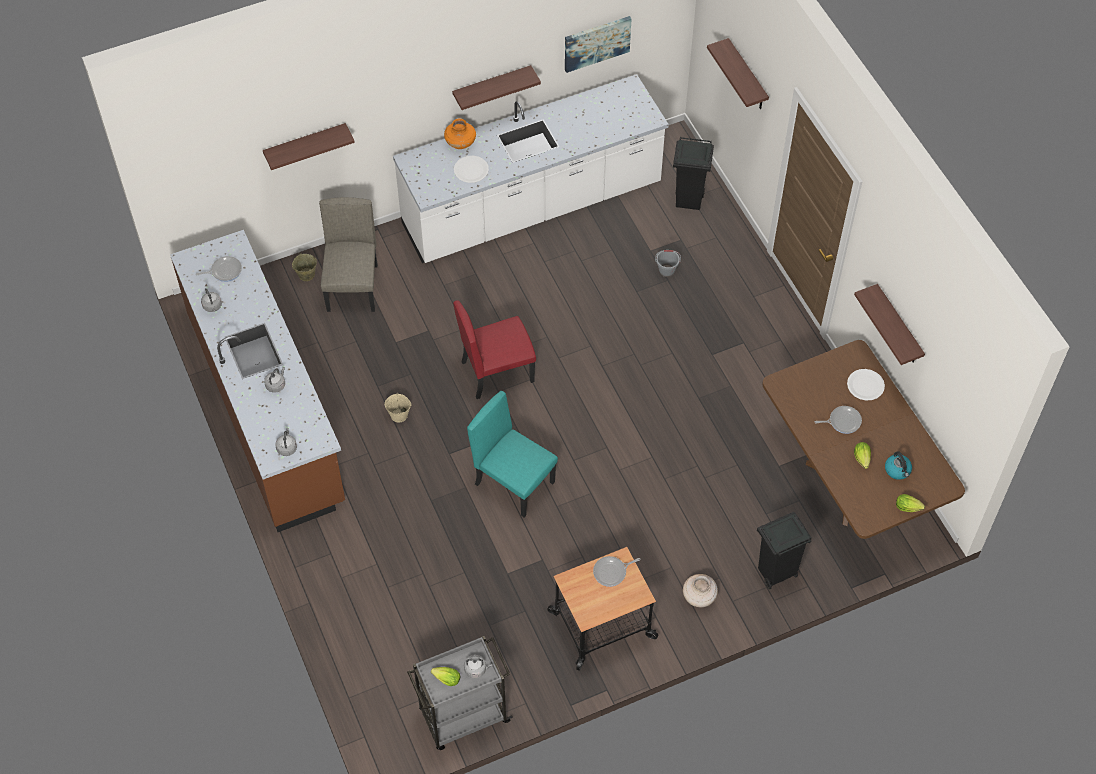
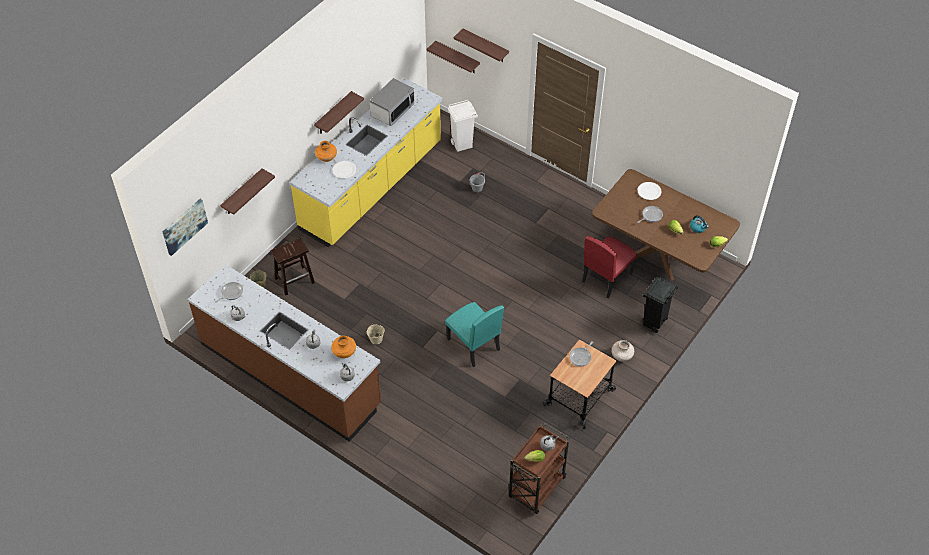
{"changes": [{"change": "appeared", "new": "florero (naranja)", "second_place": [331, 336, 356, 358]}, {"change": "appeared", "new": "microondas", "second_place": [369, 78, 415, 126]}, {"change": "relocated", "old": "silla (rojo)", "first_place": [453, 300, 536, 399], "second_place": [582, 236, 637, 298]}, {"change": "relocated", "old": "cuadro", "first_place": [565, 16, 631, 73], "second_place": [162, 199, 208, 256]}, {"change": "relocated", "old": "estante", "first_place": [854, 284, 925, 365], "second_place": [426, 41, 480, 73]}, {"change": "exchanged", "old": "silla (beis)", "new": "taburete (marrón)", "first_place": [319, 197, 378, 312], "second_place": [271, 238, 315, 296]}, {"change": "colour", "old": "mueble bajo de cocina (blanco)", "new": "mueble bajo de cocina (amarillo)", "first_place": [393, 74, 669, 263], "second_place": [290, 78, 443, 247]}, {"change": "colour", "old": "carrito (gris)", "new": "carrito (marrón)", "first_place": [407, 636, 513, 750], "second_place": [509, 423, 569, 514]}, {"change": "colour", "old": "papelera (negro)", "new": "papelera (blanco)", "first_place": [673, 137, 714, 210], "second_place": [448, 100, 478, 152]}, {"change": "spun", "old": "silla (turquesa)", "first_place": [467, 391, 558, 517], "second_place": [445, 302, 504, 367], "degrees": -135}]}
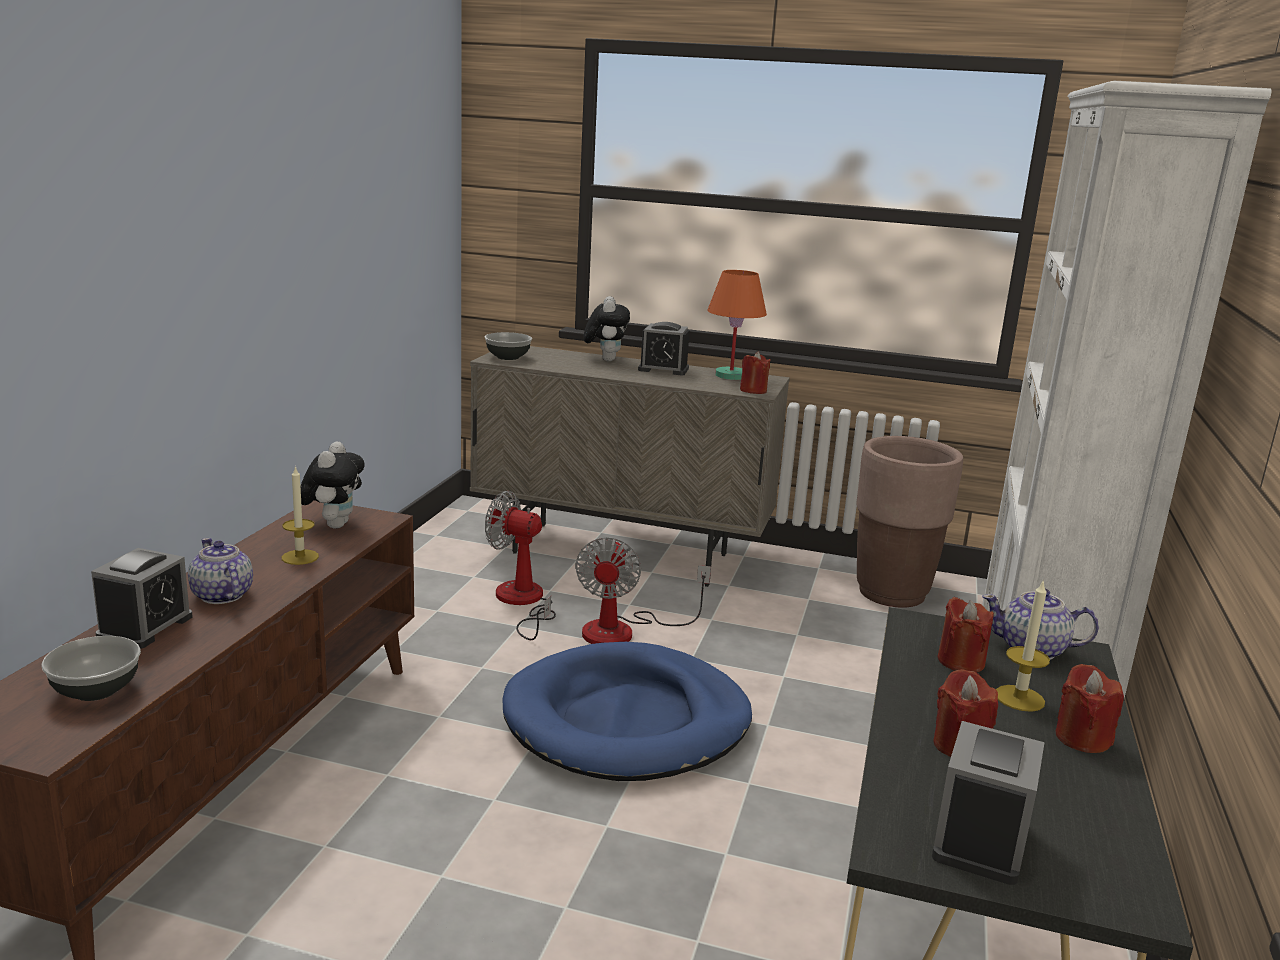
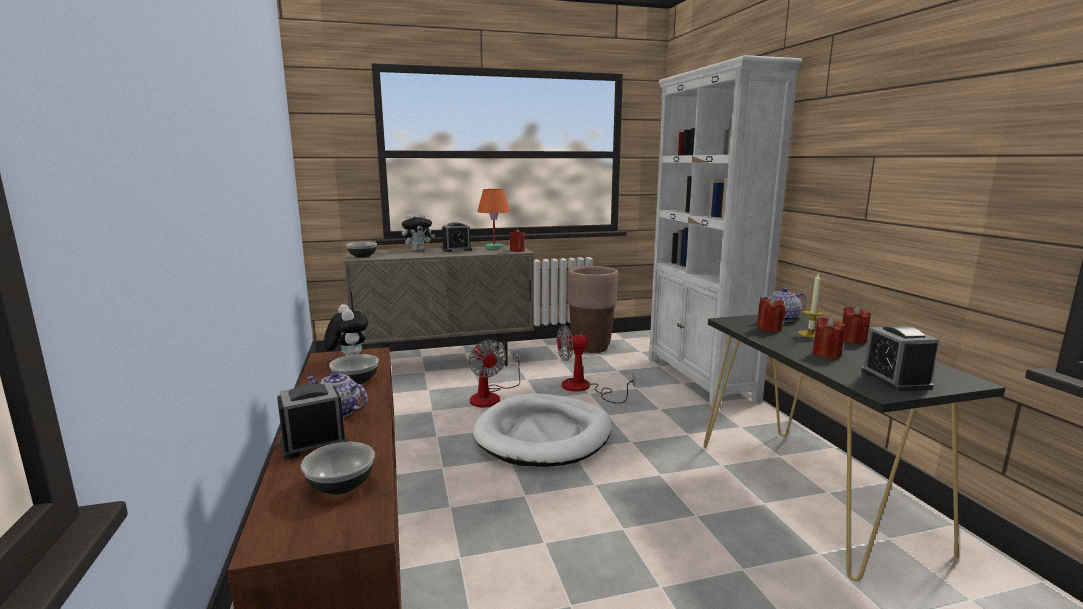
{"changes": [{"change": "relocated", "old": "ventilador", "first_place": [485, 491, 556, 640], "second_place": [557, 325, 635, 404]}, {"change": "exchanged", "old": "vela", "new": "cuenco", "first_place": [282, 466, 319, 565], "second_place": [329, 354, 379, 384]}, {"change": "colour", "old": "cama para perro (azul)", "new": "cama para perro (blanco)", "first_place": [502, 642, 752, 781], "second_place": [473, 393, 612, 467]}, {"change": "spun", "old": "despertador", "first_place": [91, 548, 193, 649], "second_place": [277, 382, 348, 459], "degrees": -105}, {"change": "spun", "old": "peluche", "first_place": [584, 296, 630, 361], "second_place": [402, 213, 435, 251], "degrees": 90}]}
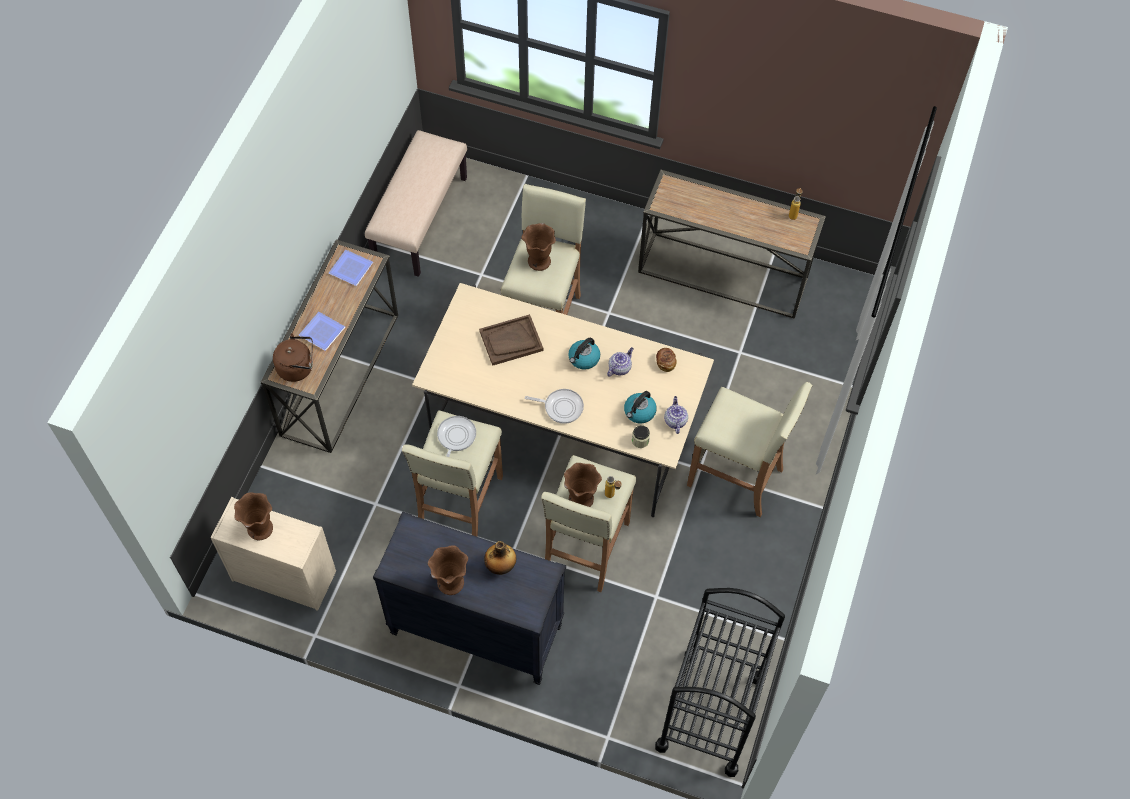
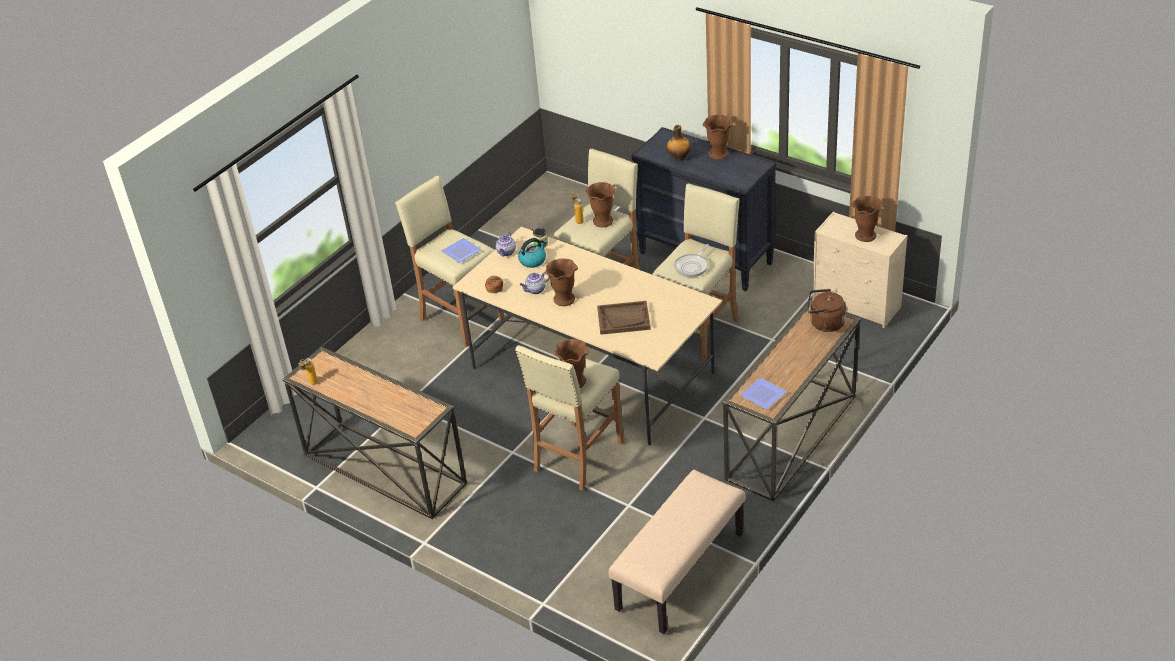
{"changes": [{"change": "missing", "old": "sartén", "first_place": [525, 389, 584, 424]}, {"change": "missing", "old": "carrito (negro)", "first_place": [655, 588, 785, 777]}, {"change": "relocated", "old": "plato", "first_place": [299, 312, 345, 351], "second_place": [441, 238, 482, 263]}, {"change": "exchanged", "old": "hervidor", "new": "florero (marrón)", "first_place": [568, 338, 600, 370], "second_place": [545, 259, 578, 306]}]}
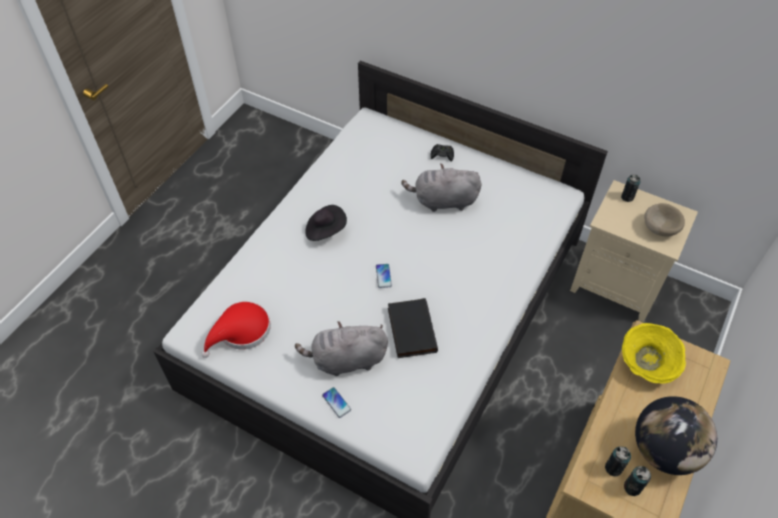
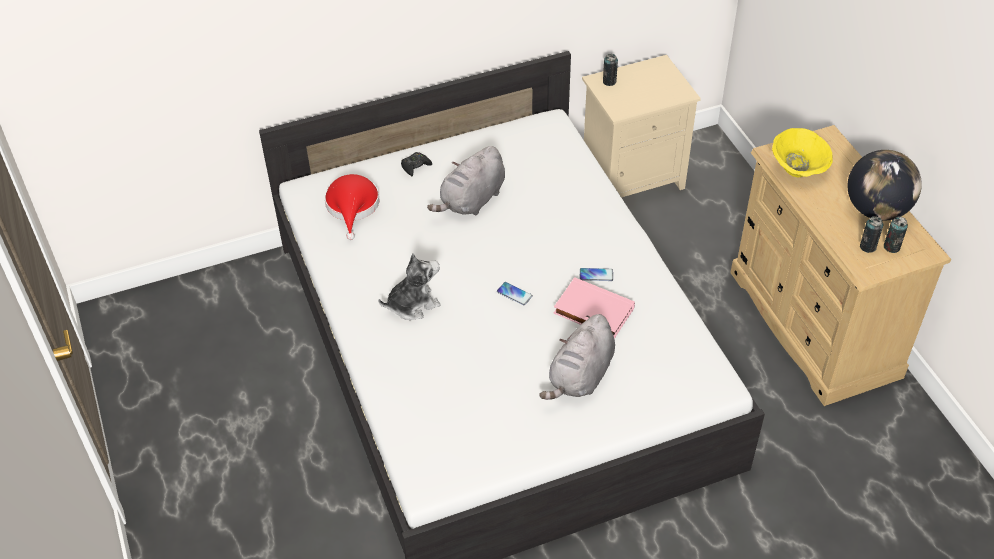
{"changes": [{"change": "missing", "old": "cuenco (beis)", "first_place": [644, 203, 685, 237]}, {"change": "relocated", "old": "sombrero (rojo)", "first_place": [202, 302, 271, 358], "second_place": [325, 174, 380, 240]}, {"change": "relocated", "old": "móvil", "first_place": [322, 387, 351, 418], "second_place": [580, 268, 613, 281]}, {"change": "exchanged", "old": "sombrero (negro)", "new": "peluche", "first_place": [305, 205, 347, 241], "second_place": [378, 253, 441, 320]}, {"change": "colour", "old": "libro (negro)", "new": "libro (rosa)", "first_place": [388, 298, 438, 358], "second_place": [554, 277, 635, 339]}]}
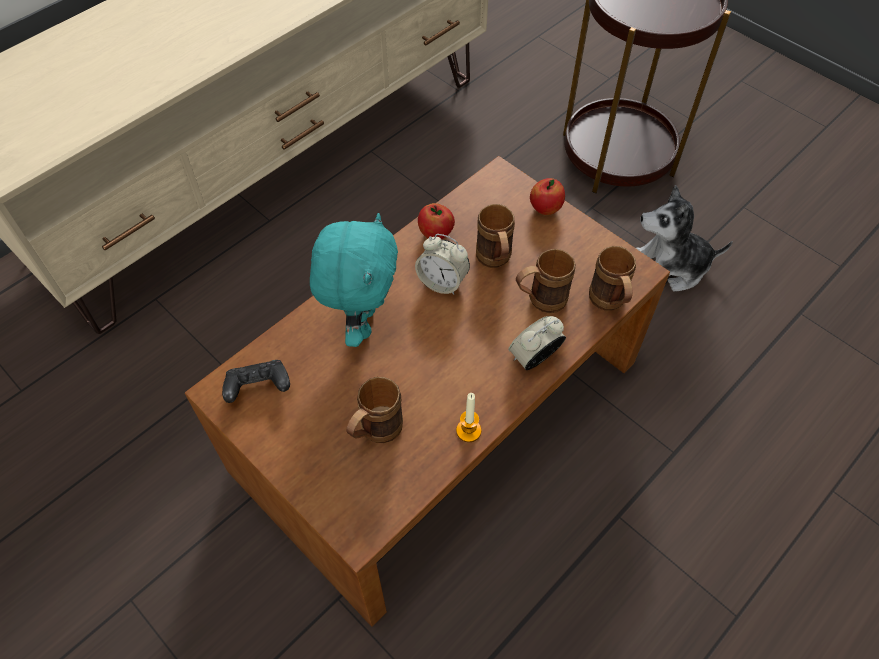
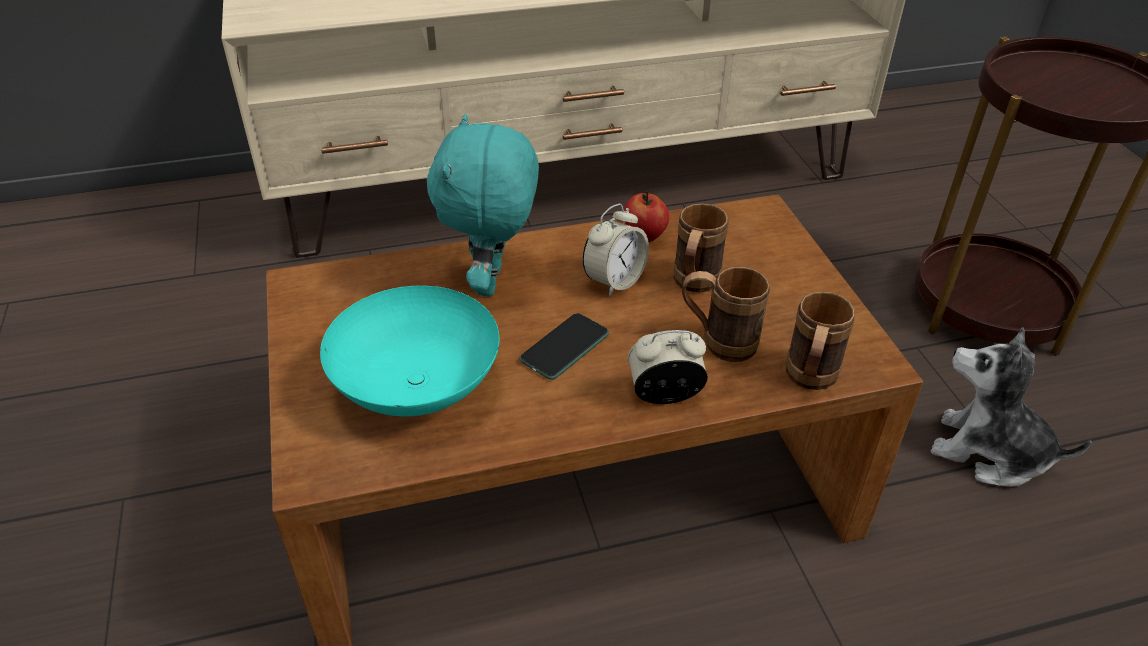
{"changes": [{"change": "missing", "old": "mando de consola (negro)", "first_place": [222, 360, 290, 403]}, {"change": "missing", "old": "vela", "first_place": [456, 393, 481, 442]}, {"change": "missing", "old": "manzana", "first_place": [530, 178, 565, 215]}, {"change": "appeared", "new": "móvil", "second_place": [519, 313, 609, 380]}, {"change": "exchanged", "old": "taza grande (marrón)", "new": "cuenco (turquesa)", "first_place": [346, 377, 403, 443], "second_place": [320, 286, 499, 417]}, {"change": "spun", "old": "peluche (turquesa)", "first_place": [310, 213, 398, 347], "second_place": [427, 114, 539, 296], "degrees": 150}, {"change": "spun", "old": "despertador", "first_place": [415, 234, 470, 295], "second_place": [582, 203, 649, 297], "degrees": -105}]}
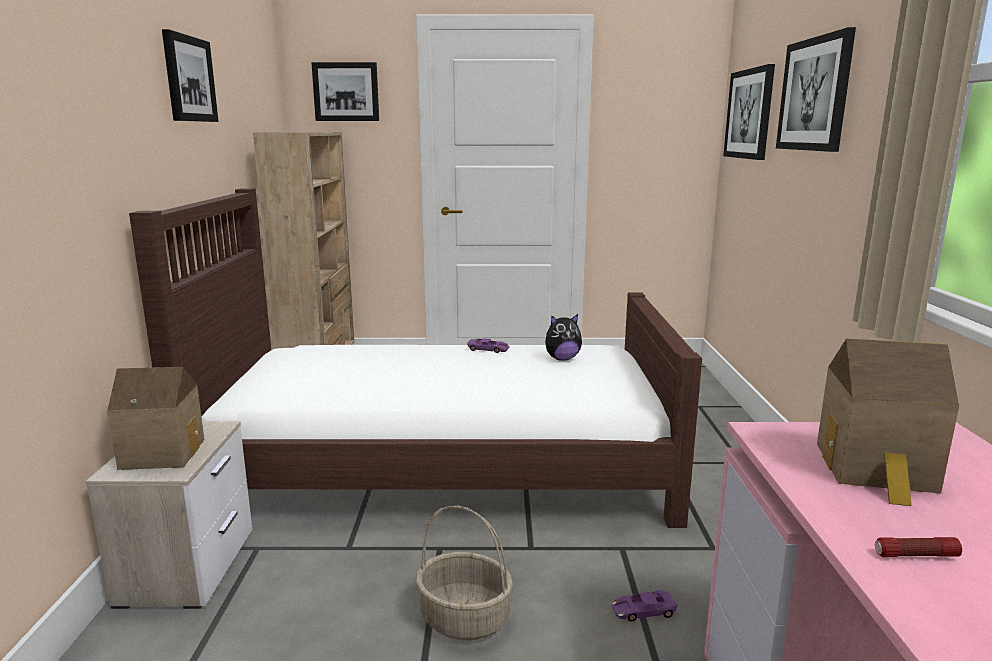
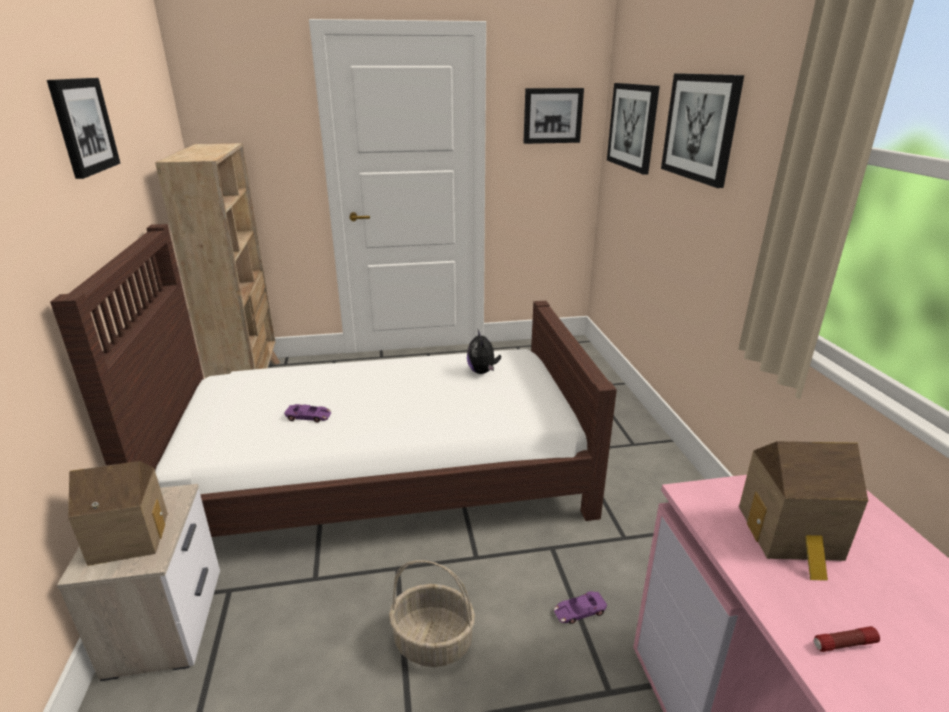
{"changes": [{"change": "relocated", "old": "cuadro", "first_place": [311, 62, 379, 121], "second_place": [523, 88, 584, 144]}, {"change": "relocated", "old": "coche de juguete (morado)", "first_place": [467, 338, 510, 353], "second_place": [284, 404, 331, 422]}, {"change": "spun", "old": "peluche", "first_place": [545, 314, 582, 361], "second_place": [467, 330, 501, 374], "degrees": 105}]}
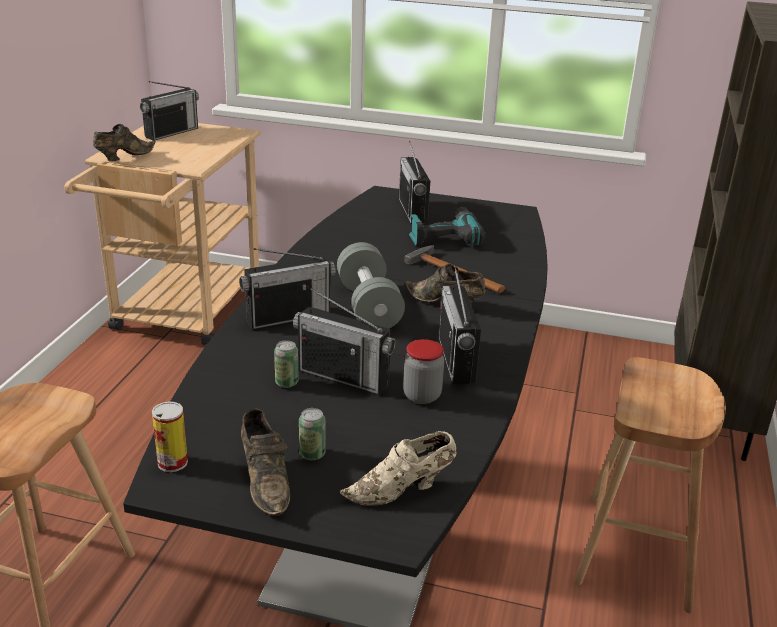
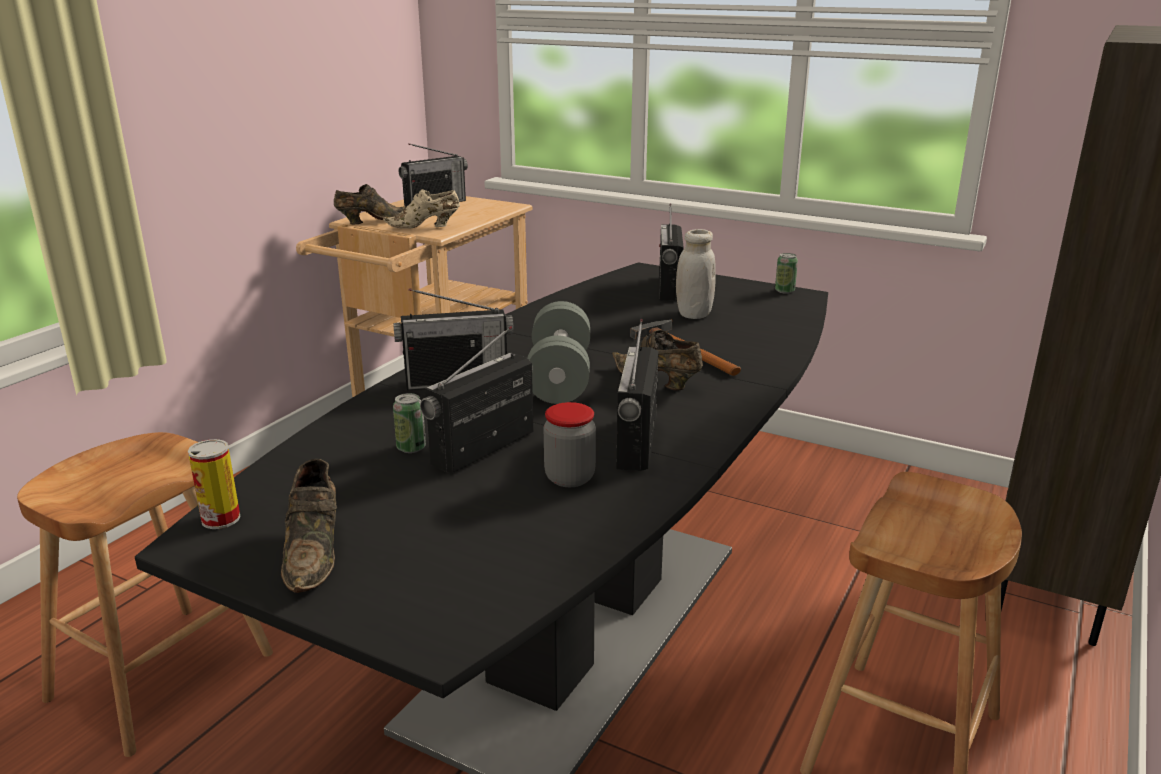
{"changes": [{"change": "relocated", "old": "lata", "first_place": [299, 408, 325, 460], "second_place": [775, 253, 798, 294]}, {"change": "relocated", "old": "zapato (beis)", "first_place": [340, 431, 456, 506], "second_place": [383, 189, 460, 229]}, {"change": "exchanged", "old": "taladro", "new": "tarro (blanco)", "first_place": [409, 207, 485, 246], "second_place": [676, 229, 716, 319]}, {"change": "spun", "old": "radio", "first_place": [293, 288, 395, 395], "second_place": [420, 326, 533, 473], "degrees": 90}]}
